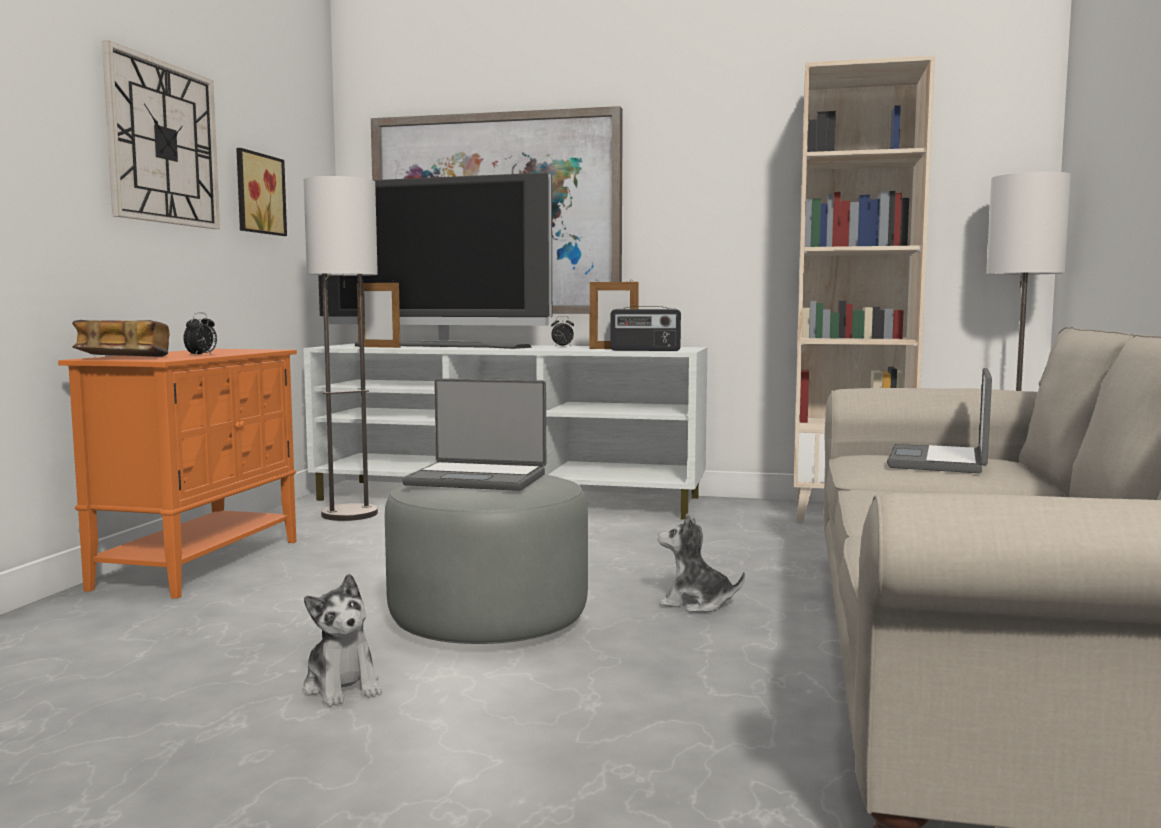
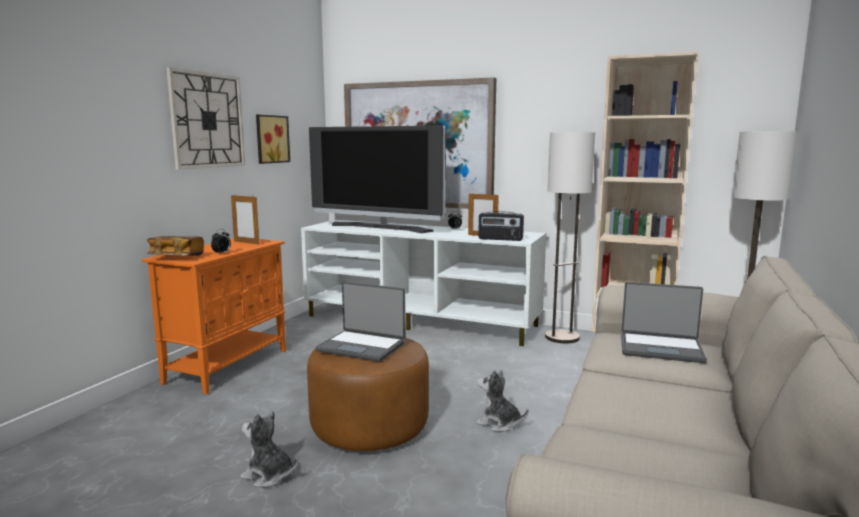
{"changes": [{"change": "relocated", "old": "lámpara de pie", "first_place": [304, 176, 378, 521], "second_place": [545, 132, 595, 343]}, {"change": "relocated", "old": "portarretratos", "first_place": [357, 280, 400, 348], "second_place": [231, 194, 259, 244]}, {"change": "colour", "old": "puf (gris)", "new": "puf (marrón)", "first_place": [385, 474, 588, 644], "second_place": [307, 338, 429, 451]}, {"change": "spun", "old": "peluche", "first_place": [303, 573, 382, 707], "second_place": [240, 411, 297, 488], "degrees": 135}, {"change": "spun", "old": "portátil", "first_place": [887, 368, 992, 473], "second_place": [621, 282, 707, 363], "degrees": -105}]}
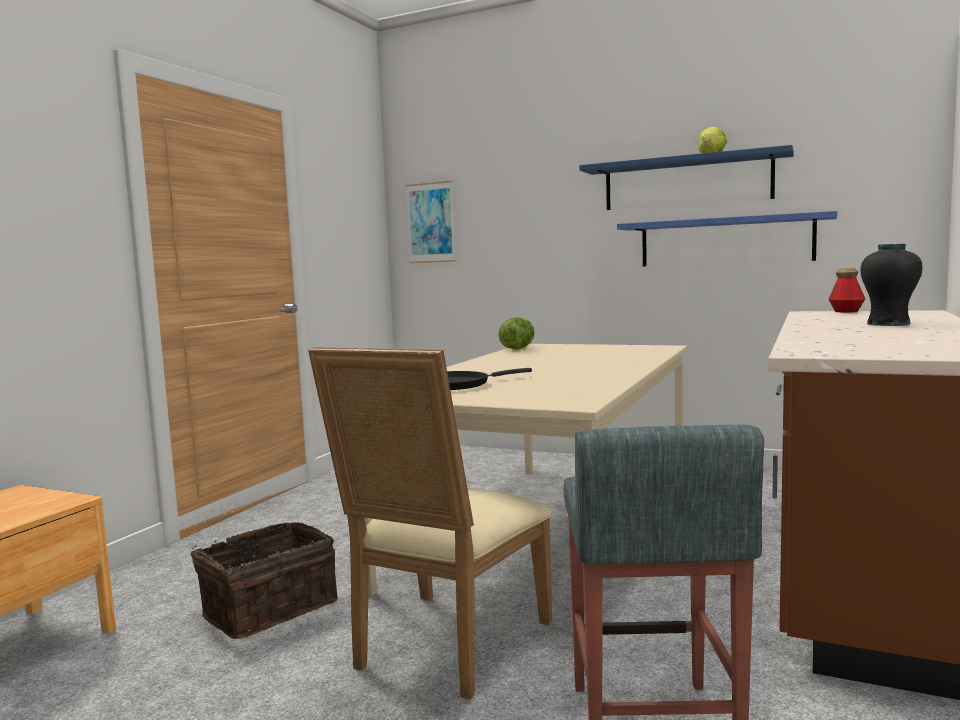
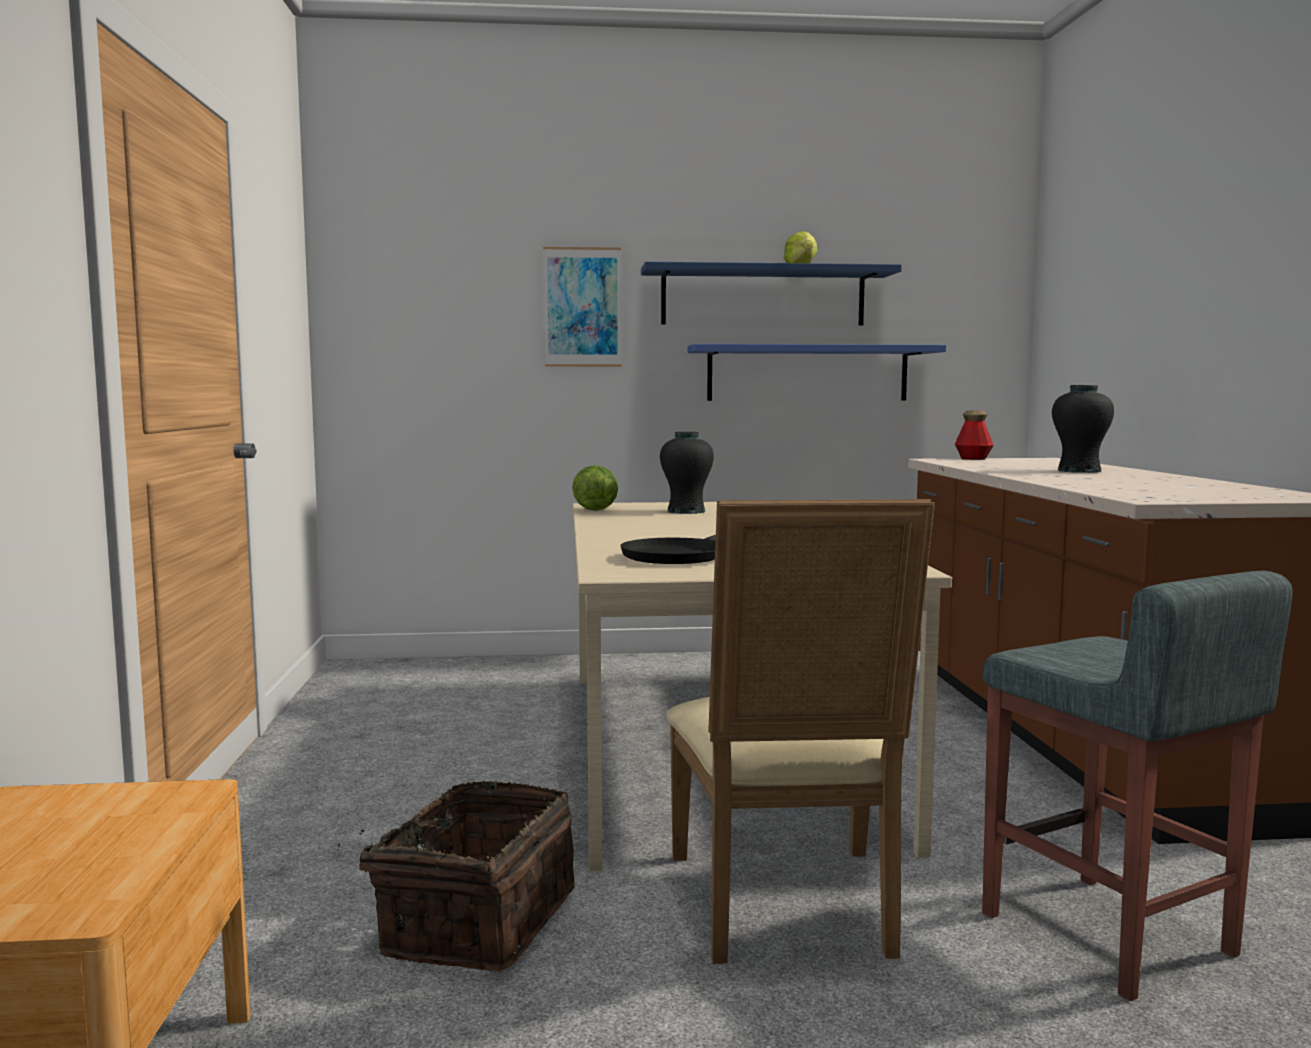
{"changes": [{"change": "appeared", "new": "florero (negro)", "second_place": [660, 432, 714, 514]}, {"change": "relocated", "old": "cuadro", "first_place": [406, 181, 456, 263], "second_place": [543, 247, 621, 367]}]}
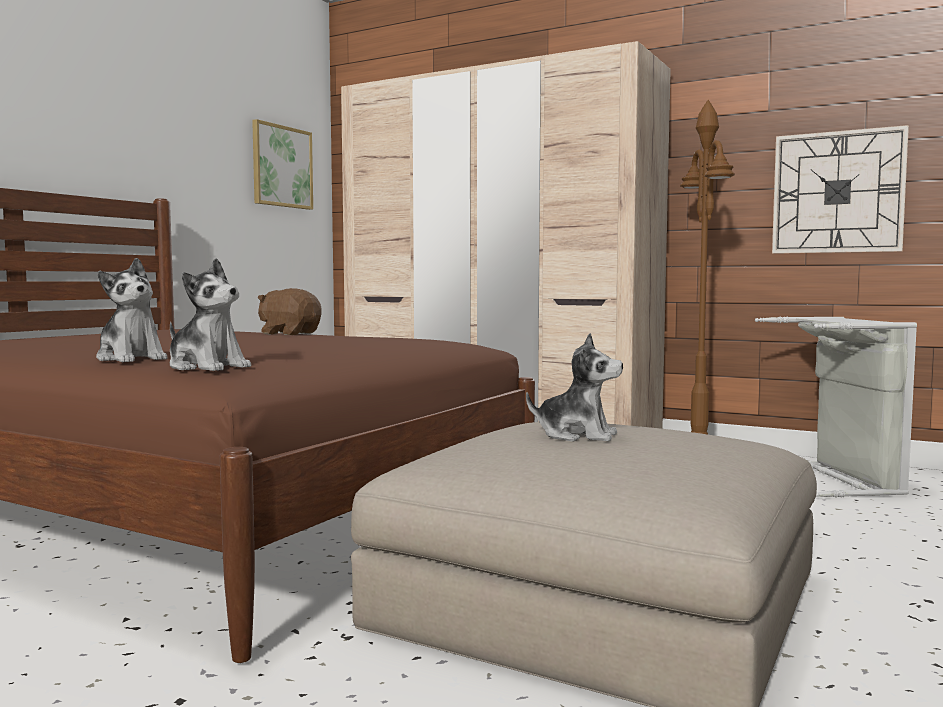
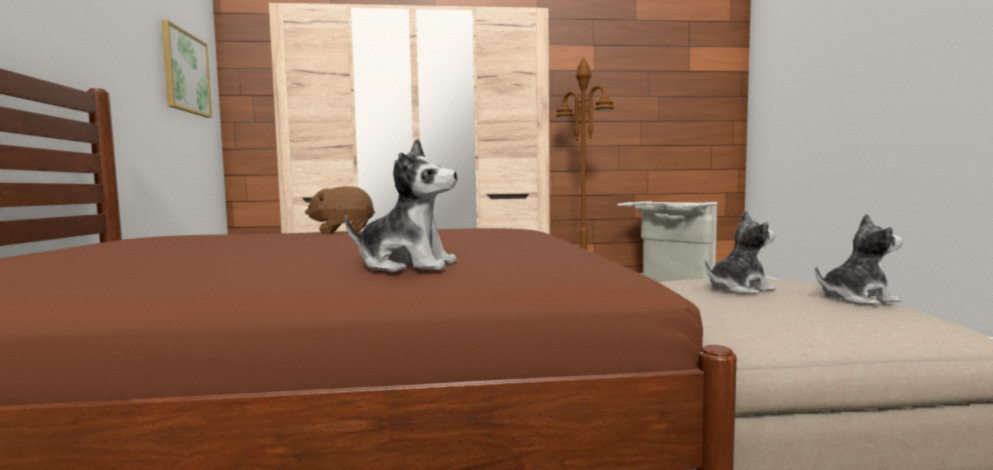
{"changes": [{"change": "missing", "old": "reloj de pared", "first_place": [772, 125, 909, 254]}, {"change": "relocated", "old": "peluche", "first_place": [170, 258, 251, 371], "second_place": [815, 214, 903, 305]}]}
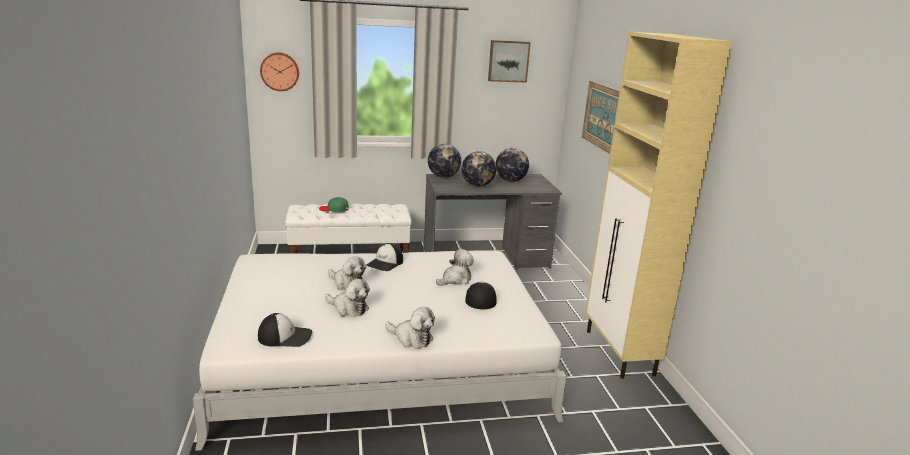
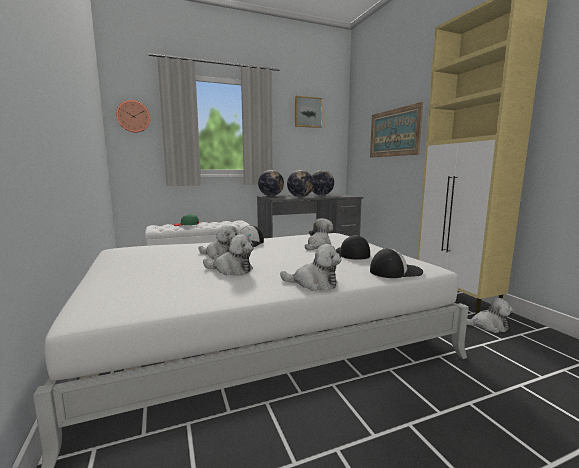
{"changes": [{"change": "appeared", "new": "peluche", "second_place": [467, 298, 513, 333]}, {"change": "relocated", "old": "gorra", "first_place": [258, 313, 312, 347], "second_place": [370, 248, 423, 278]}]}
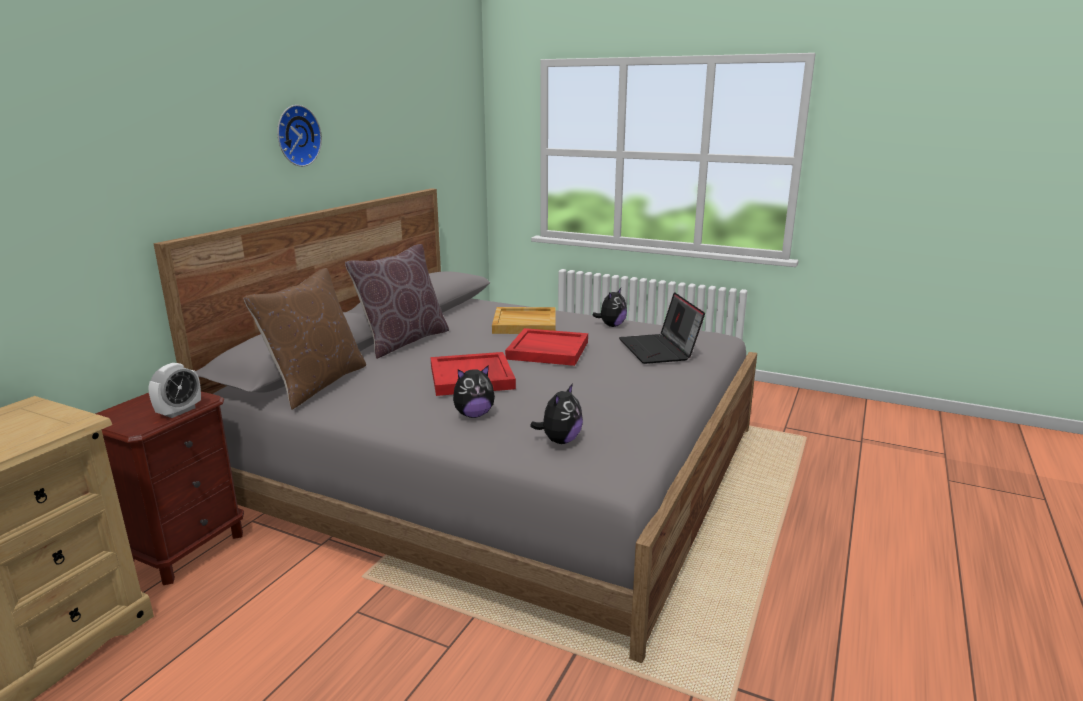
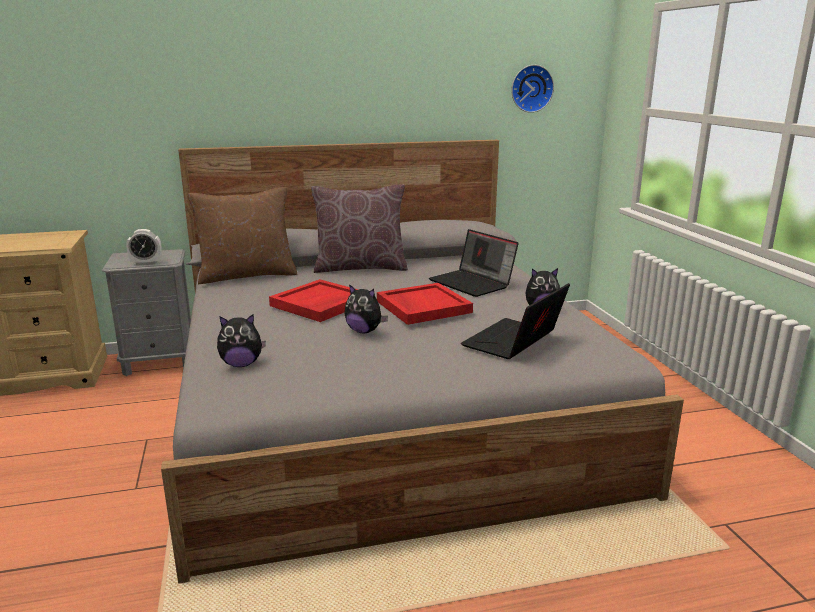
{"changes": [{"change": "relocated", "old": "reloj de pared", "first_place": [277, 105, 322, 167], "second_place": [511, 65, 554, 113]}, {"change": "relocated", "old": "peluche", "first_place": [453, 365, 495, 418], "second_place": [344, 284, 388, 333]}, {"change": "exchanged", "old": "bandeja (beis)", "new": "portátil", "first_place": [492, 307, 556, 334], "second_place": [429, 229, 519, 297]}, {"change": "colour", "old": "mesita de noche (marrón)", "new": "mesita de noche (gris)", "first_place": [96, 391, 244, 585], "second_place": [102, 249, 191, 376]}]}
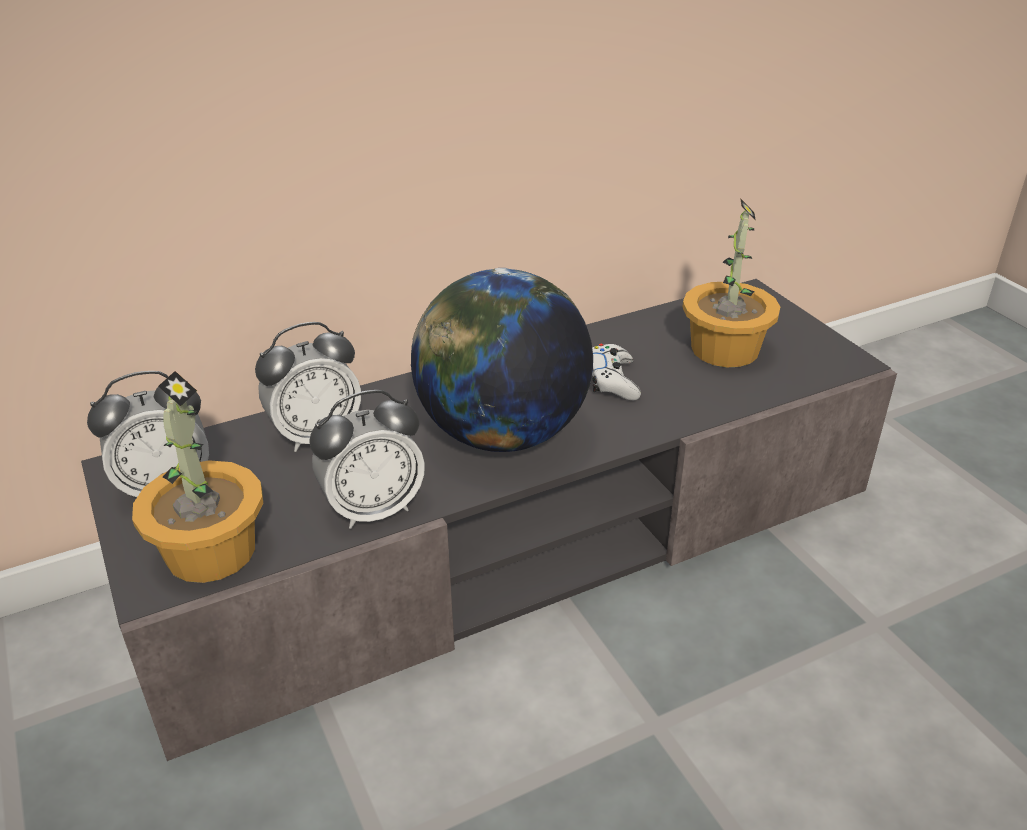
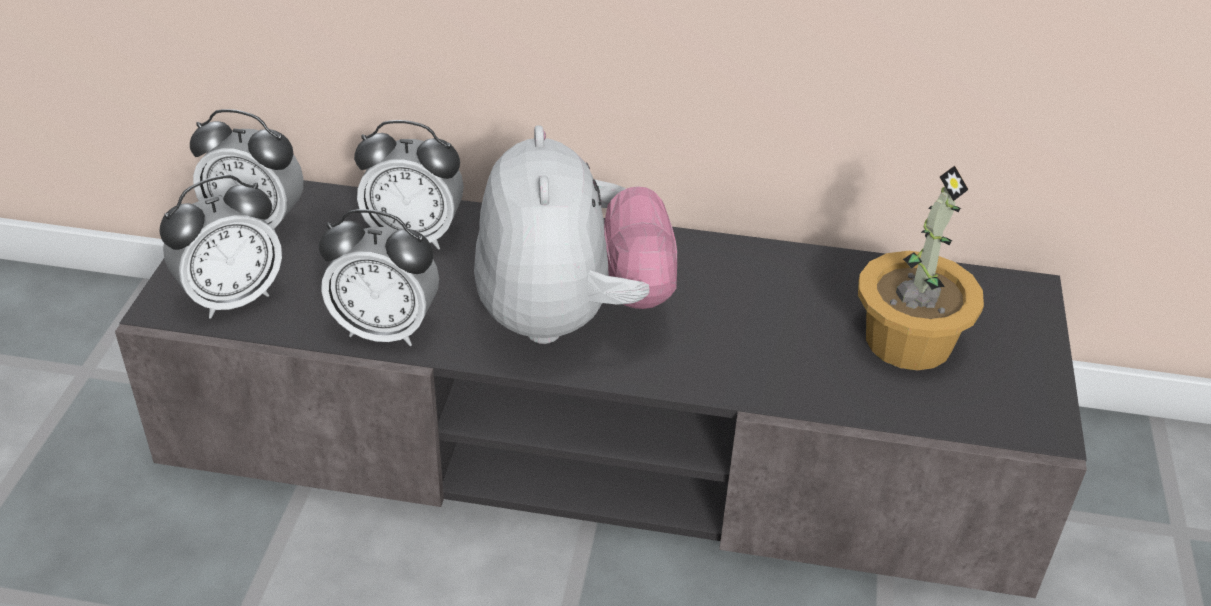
{"changes": [{"change": "missing", "old": "mando de consola (blanco)", "first_place": [592, 344, 641, 400]}, {"change": "exchanged", "old": "planta en maceta", "new": "despertador", "first_place": [132, 371, 263, 583], "second_place": [159, 175, 282, 319]}, {"change": "exchanged", "old": "globo terráqueo", "new": "peluche", "first_place": [411, 268, 593, 452], "second_place": [474, 125, 677, 344]}]}
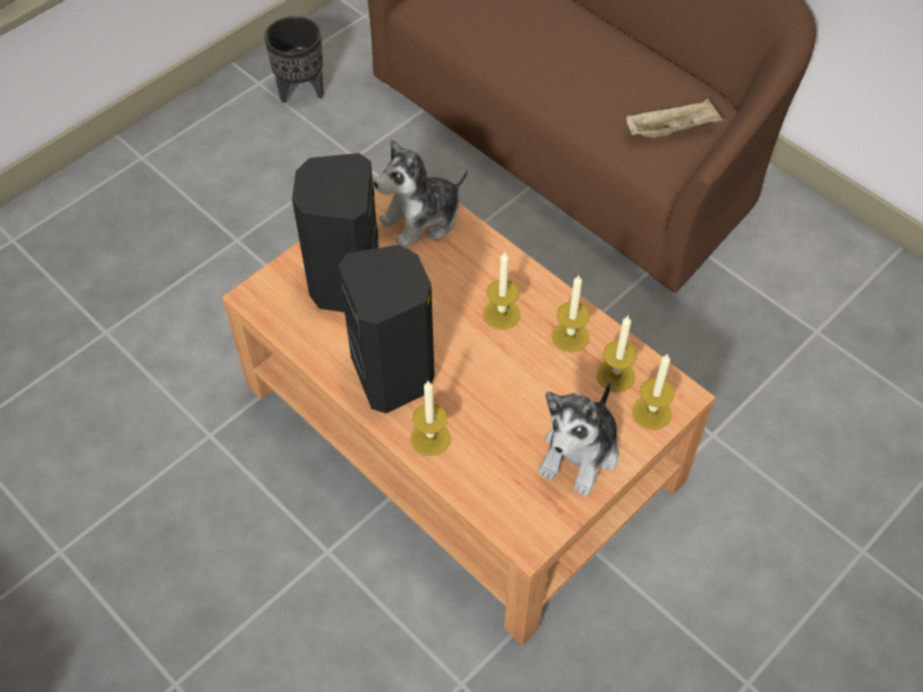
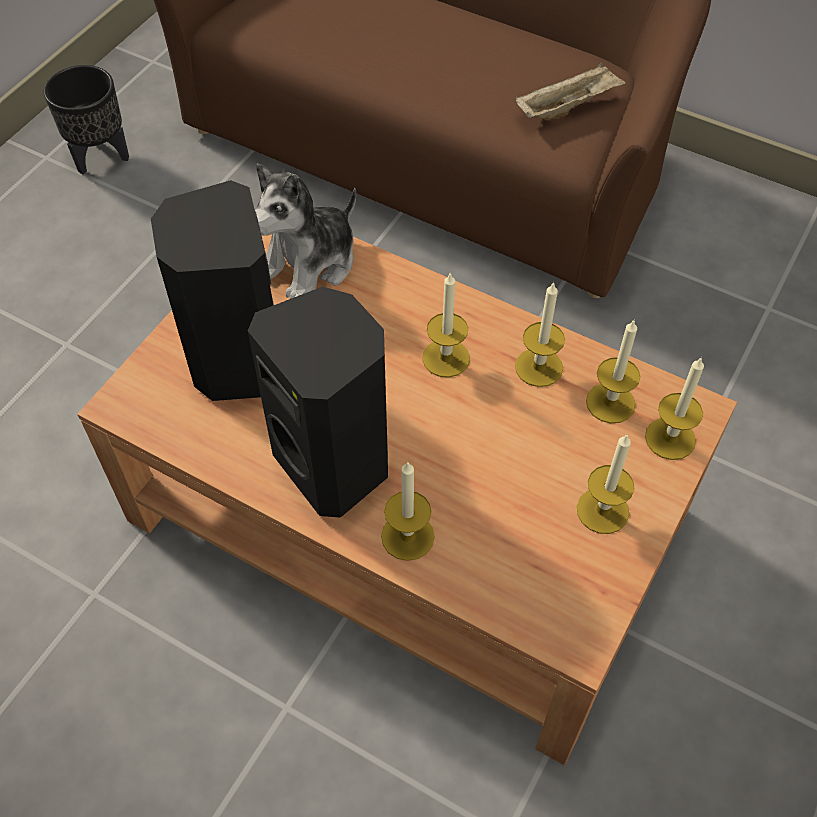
{"changes": [{"change": "exchanged", "old": "peluche", "new": "vela", "first_place": [538, 381, 619, 497], "second_place": [577, 433, 634, 534]}]}
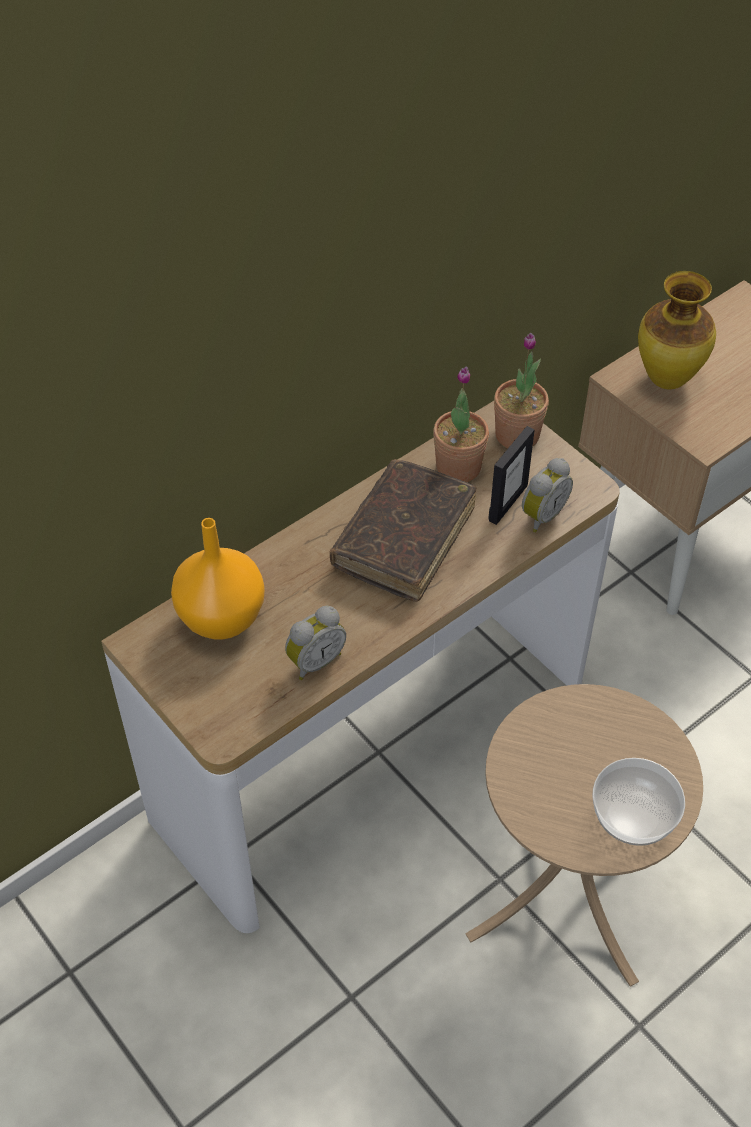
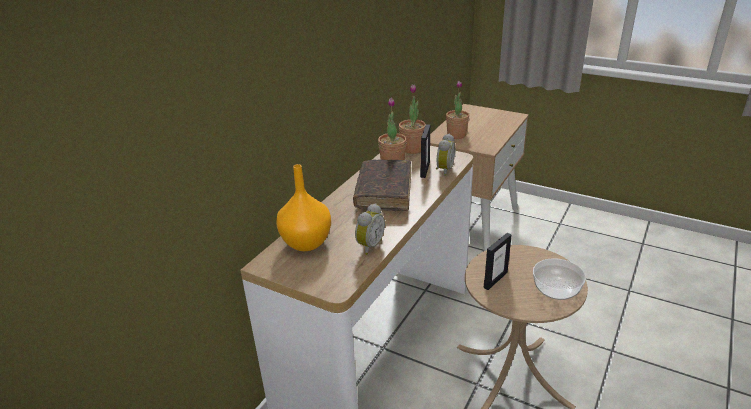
{"changes": [{"change": "appeared", "new": "portarretratos", "second_place": [484, 233, 512, 290]}, {"change": "exchanged", "old": "florero", "new": "planta en maceta", "first_place": [638, 271, 716, 389], "second_place": [446, 81, 469, 139]}]}
